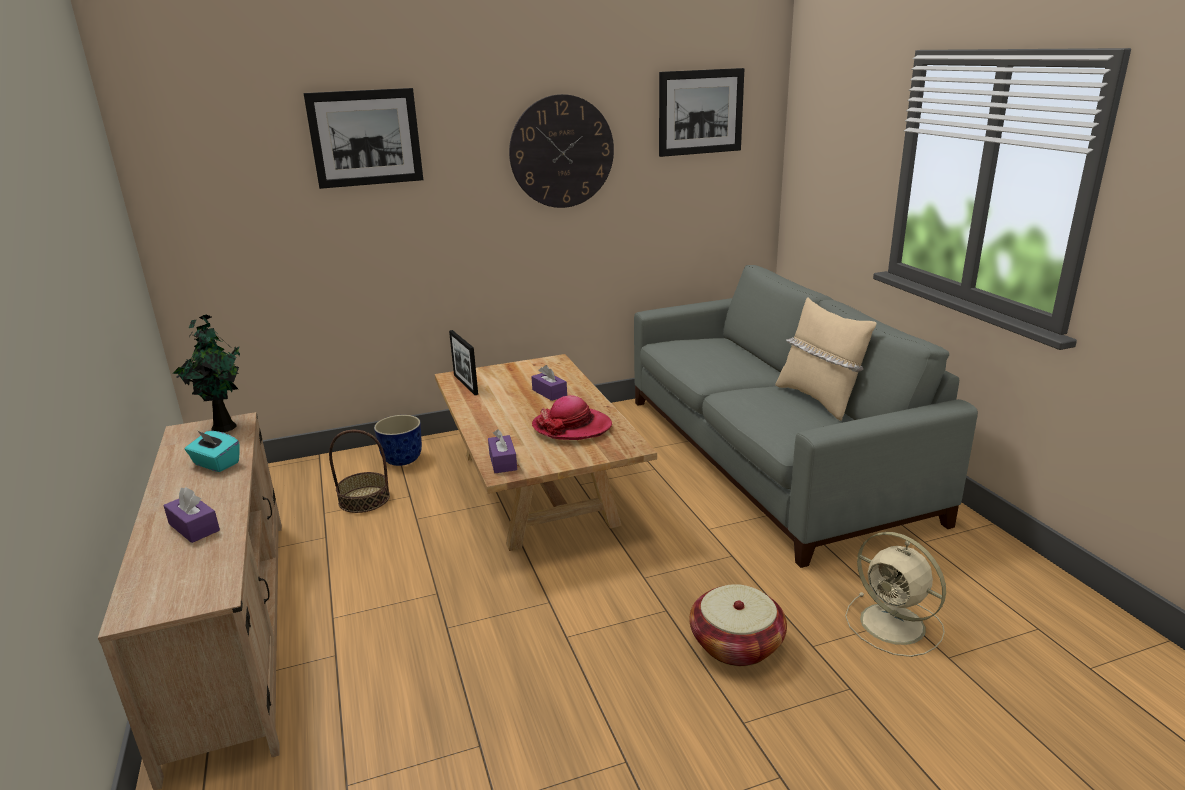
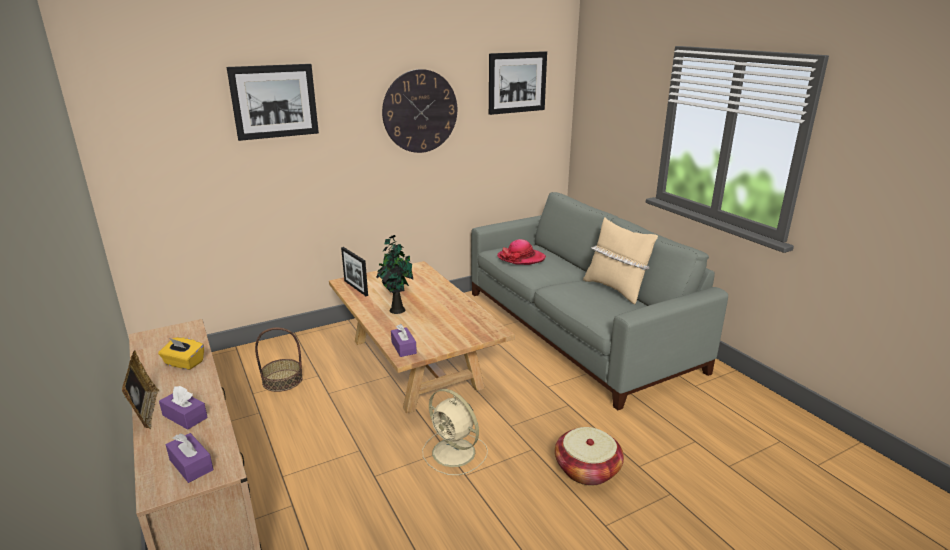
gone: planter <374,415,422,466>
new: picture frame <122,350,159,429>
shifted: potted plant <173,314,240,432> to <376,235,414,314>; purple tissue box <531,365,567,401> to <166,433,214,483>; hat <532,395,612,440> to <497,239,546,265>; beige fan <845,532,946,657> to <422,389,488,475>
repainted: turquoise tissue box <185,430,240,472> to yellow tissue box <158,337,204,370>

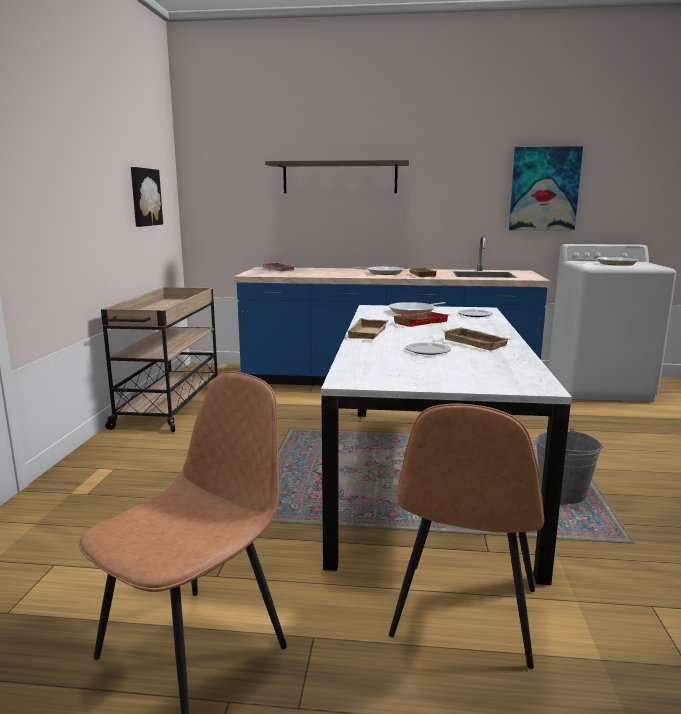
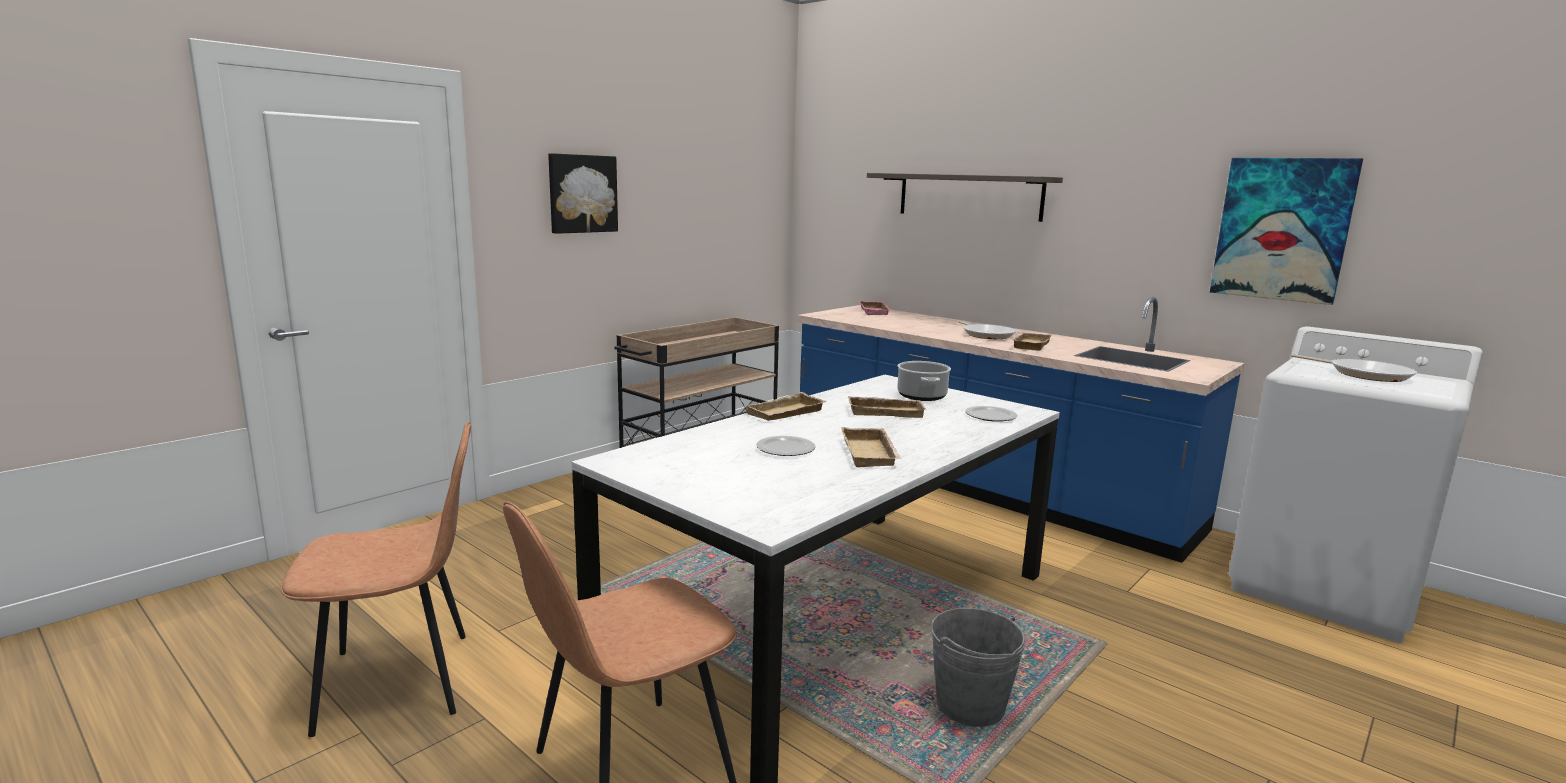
shifted: picture <131,167,163,227> to <548,153,618,234>
swapped: frying pan <389,302,445,315> to cooking pot <897,361,951,401>
repainted: red tray <393,312,448,327> to beige tray <848,396,926,418>

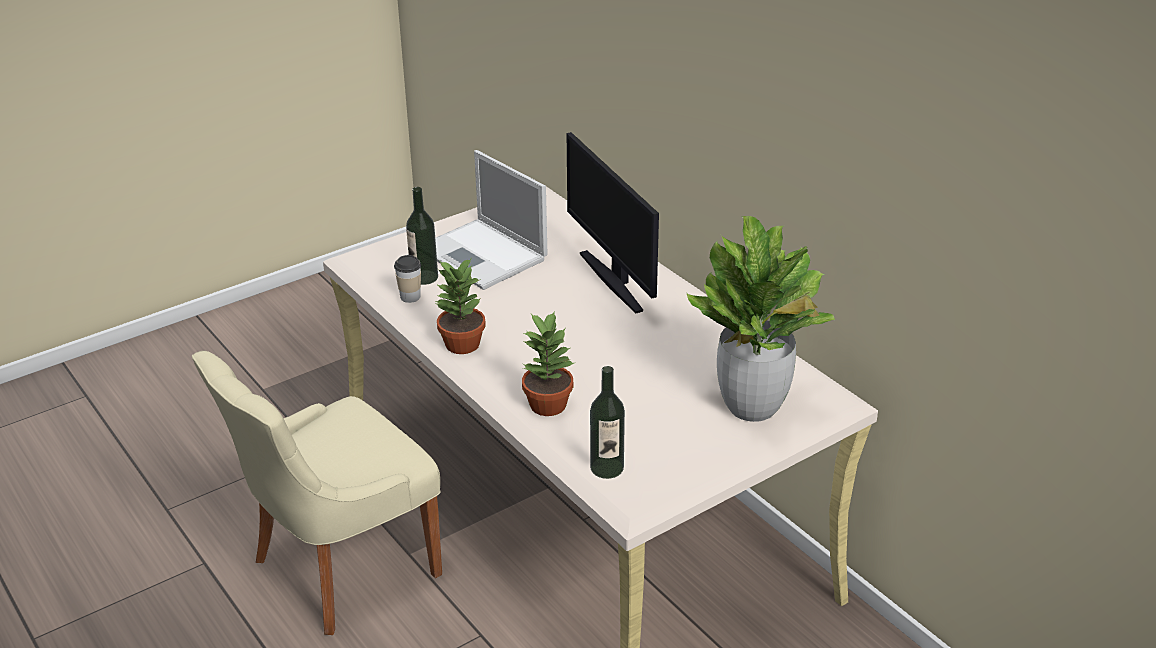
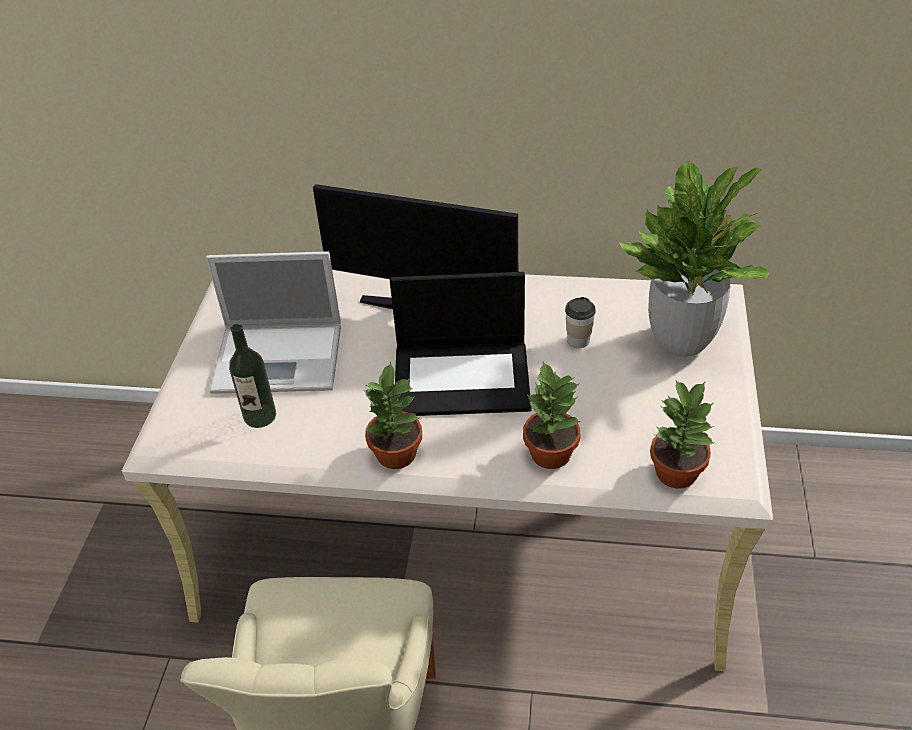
new: laptop <390,272,531,416>
shifted: cup <394,255,421,303> to <565,297,596,348>
swapped: bottle <590,366,625,479> to potted plant <650,380,714,488>

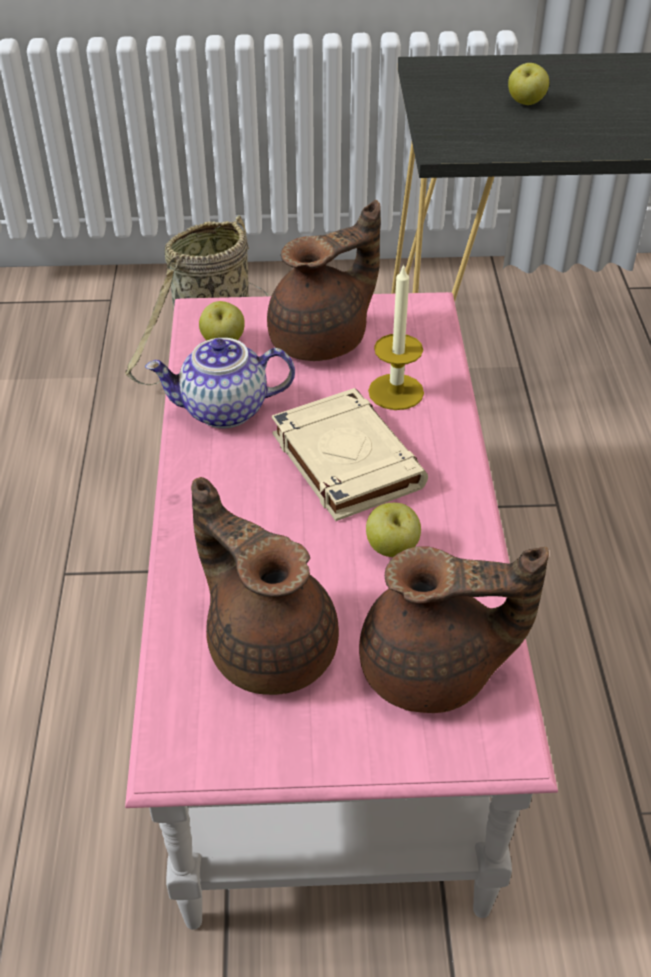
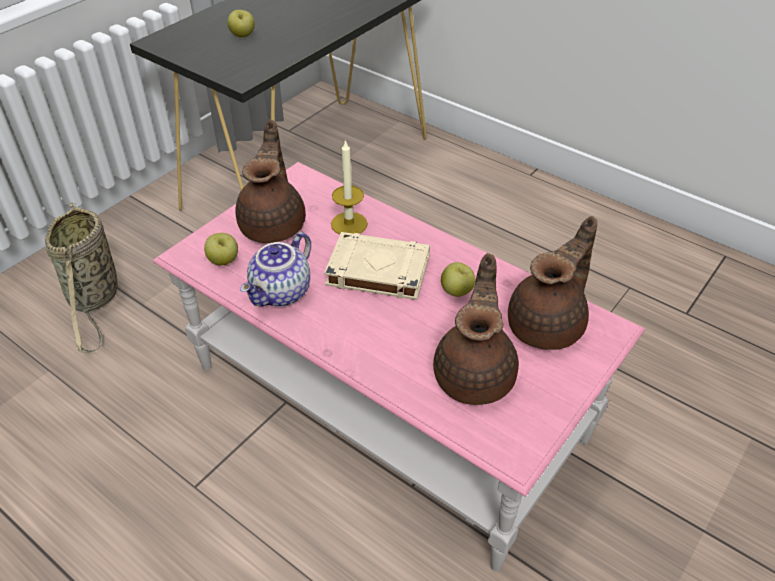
rotated: brown teapot <191,477,339,695> = <433,253,519,405> 105 degrees clockwise

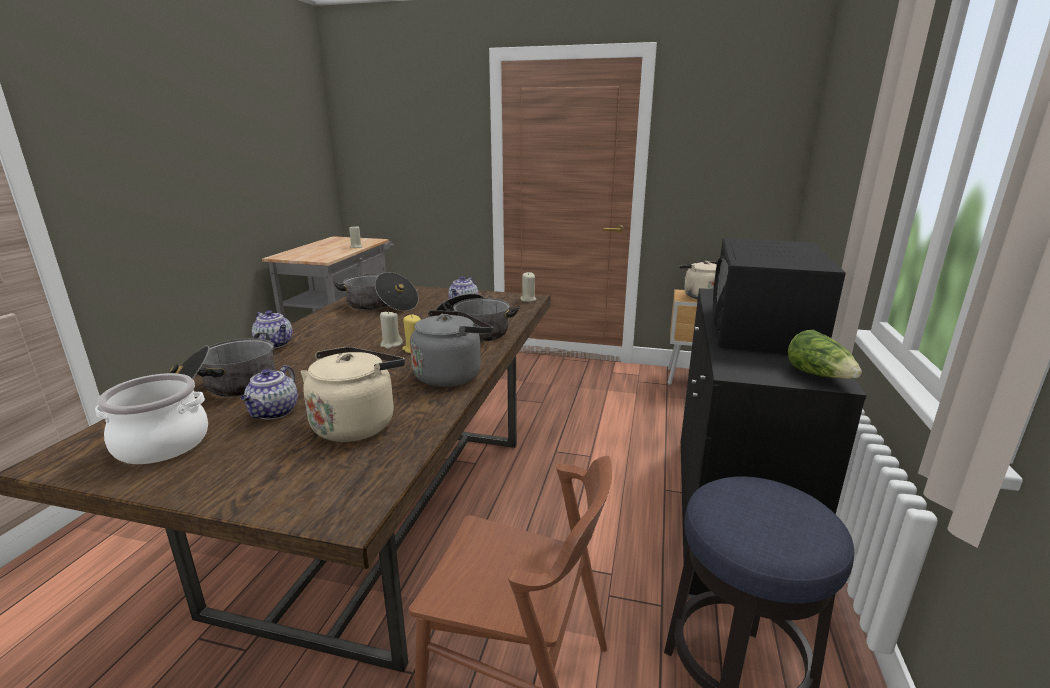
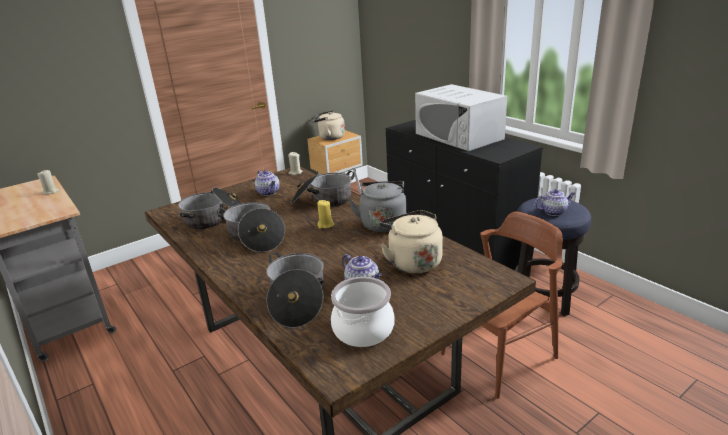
gone: beige candle <380,311,403,349>; lettuce <788,330,862,379>
new: cooking pot <217,202,285,252>
shifted: teapot <252,310,293,349> to <535,189,576,216>
repainted: black microwave <713,238,846,354> to white microwave <415,84,507,151>

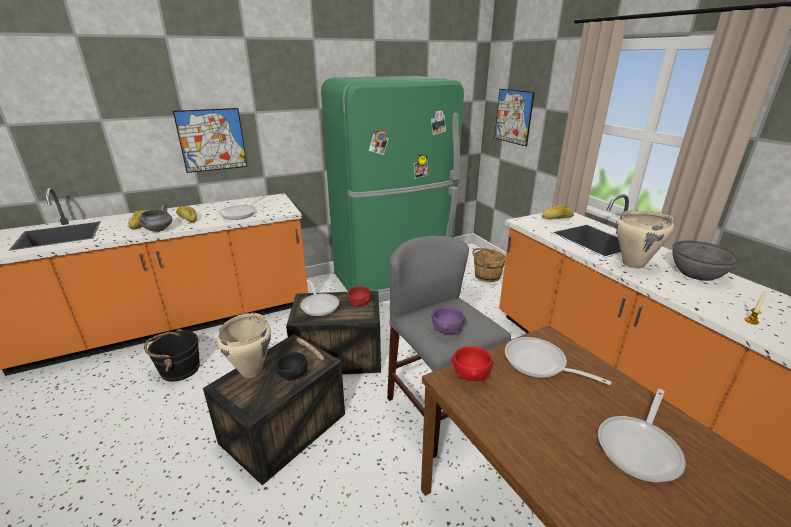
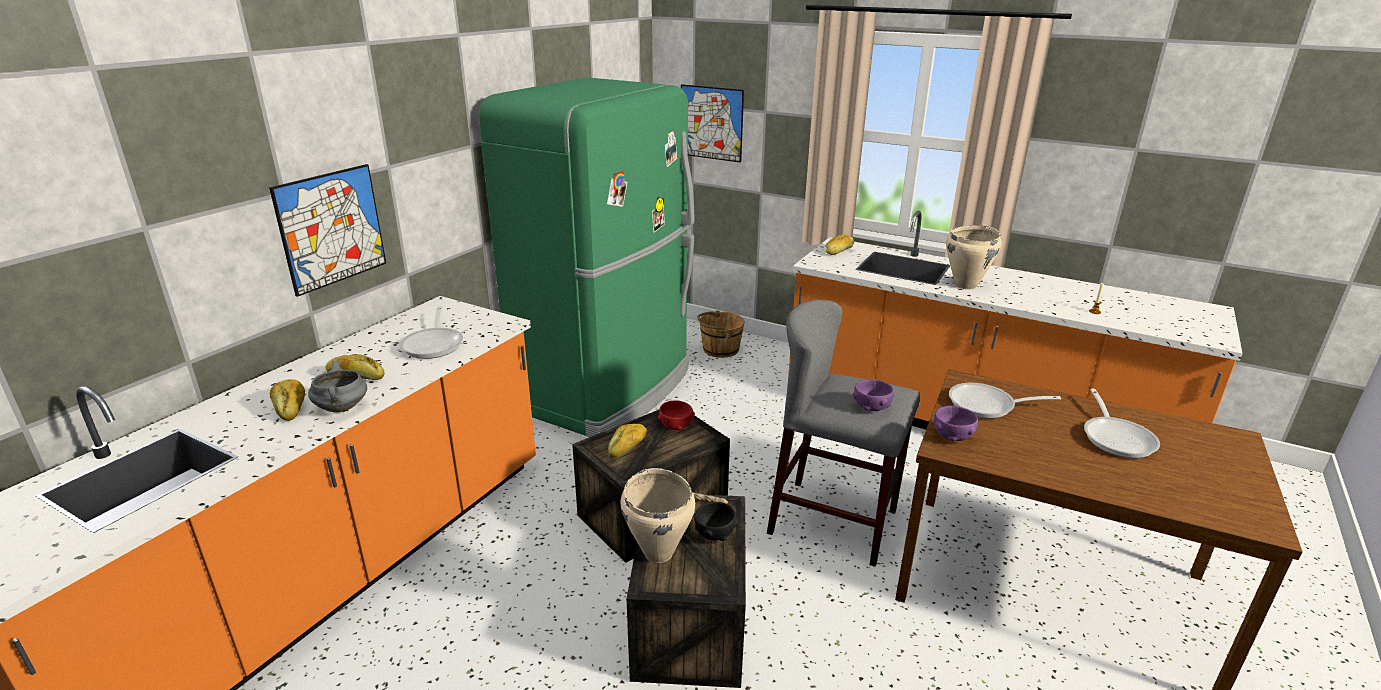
gone: grey bowl <673,241,740,281>; black bucket <144,329,200,382>
swapped: frying pan <300,280,339,316> to bread <608,424,647,458>
repainted: red bowl <451,346,493,381> to purple bowl <934,406,978,441>

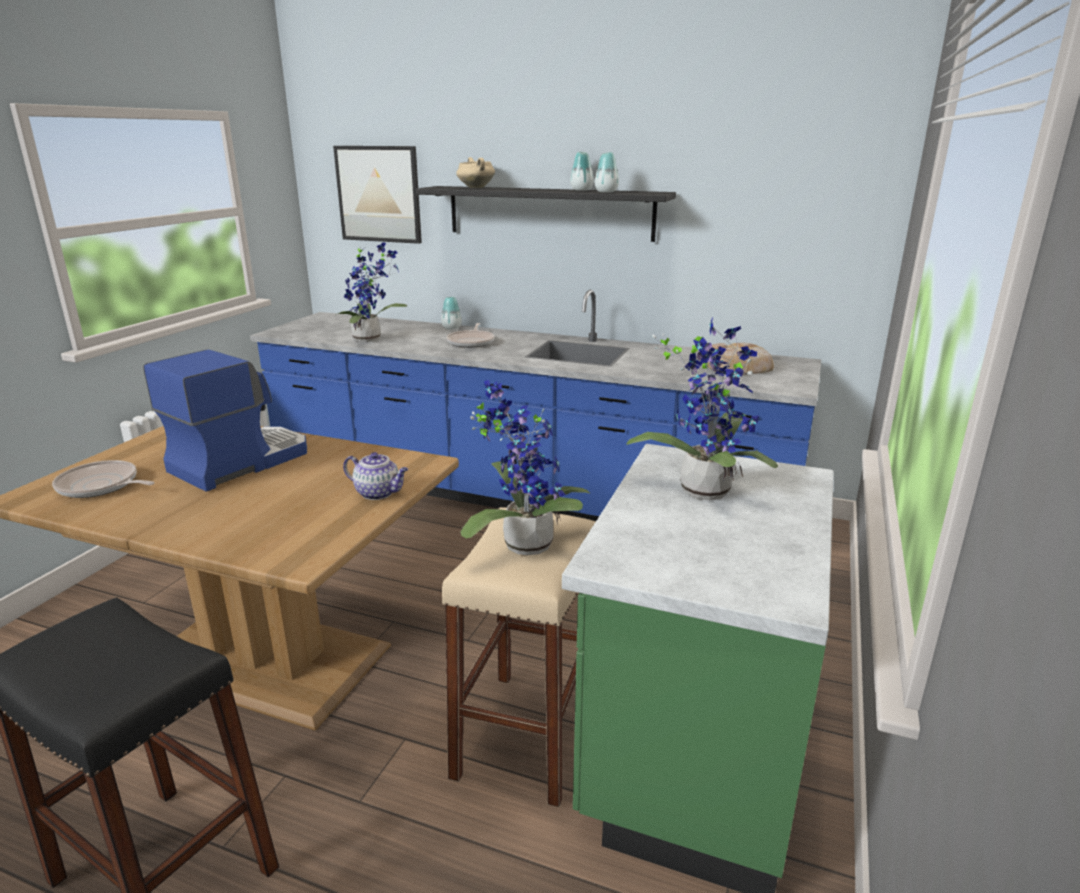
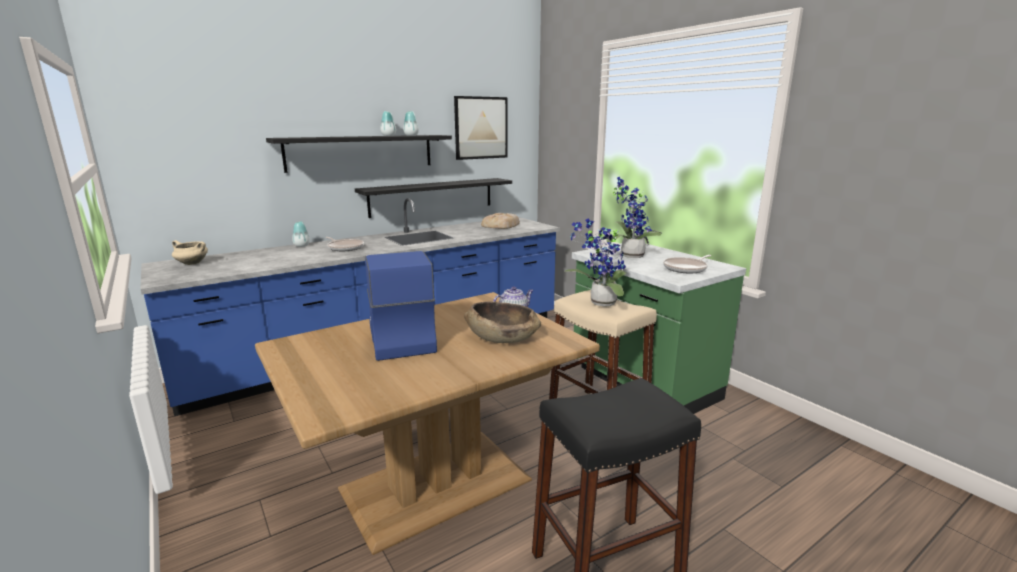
gone: potted plant <336,242,407,342>
new: black shelf <355,178,512,218>; brown bowl <464,301,541,343>
shifted: picture <333,146,422,244> to <454,96,508,160>; beige cooking pot <456,157,495,188> to <172,240,208,265>; frying pan <52,460,155,498> to <663,255,711,273>

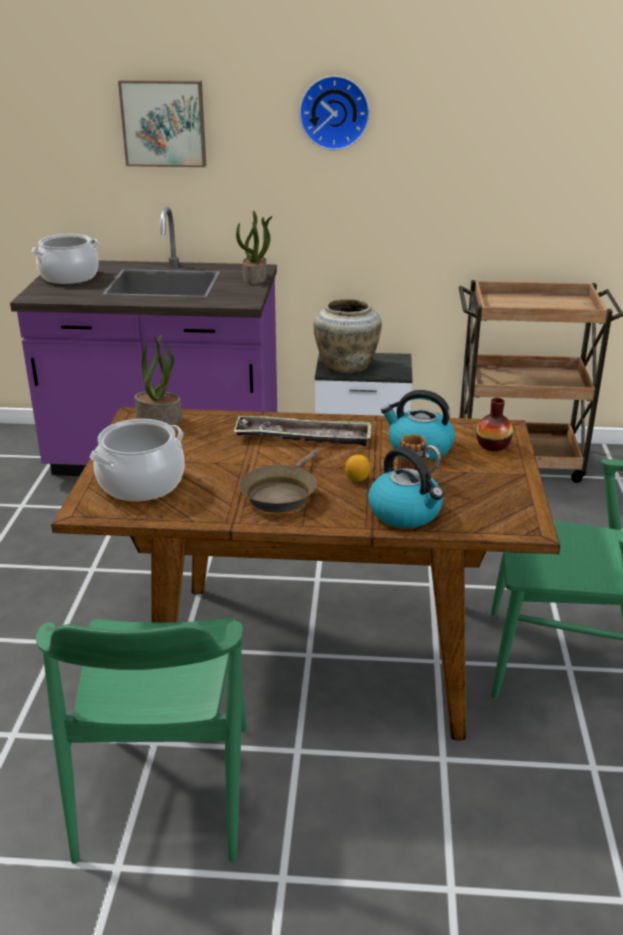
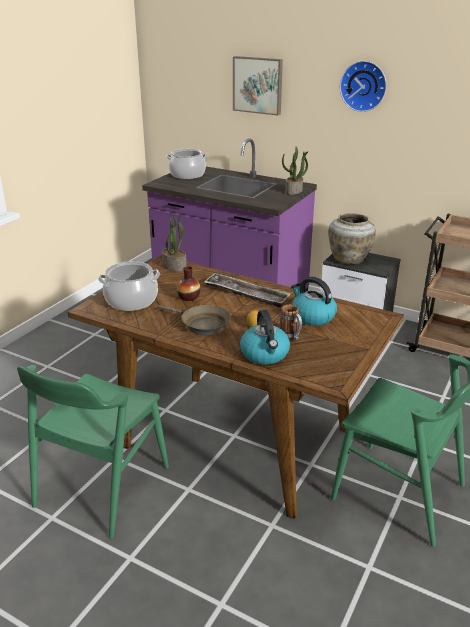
shifted: vase <476,398,513,451> to <177,266,200,301>
rotated: brown frying pan <239,449,319,513> = <157,305,231,335> 105 degrees counterclockwise

